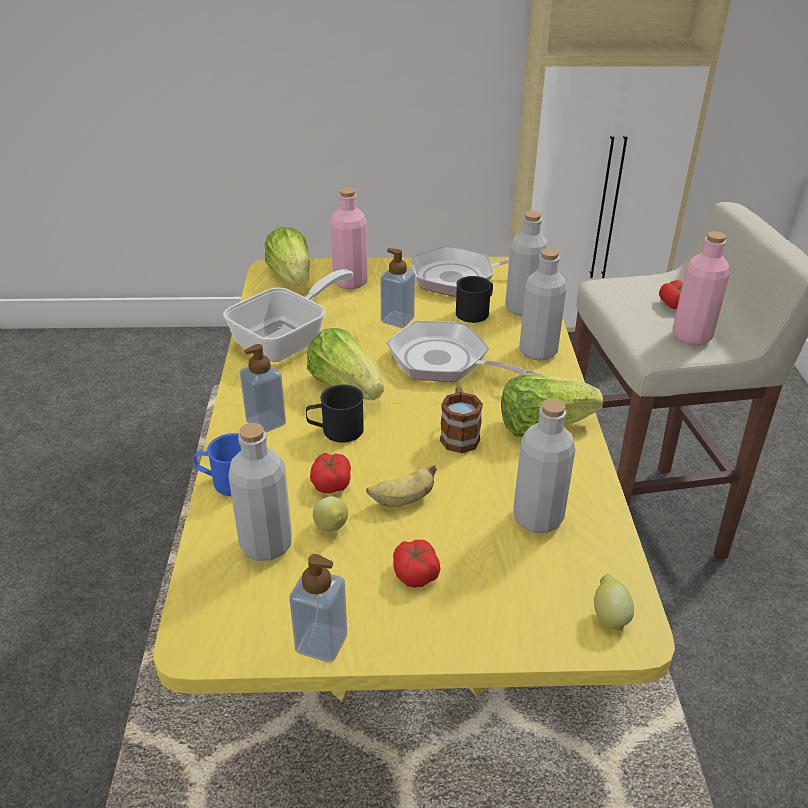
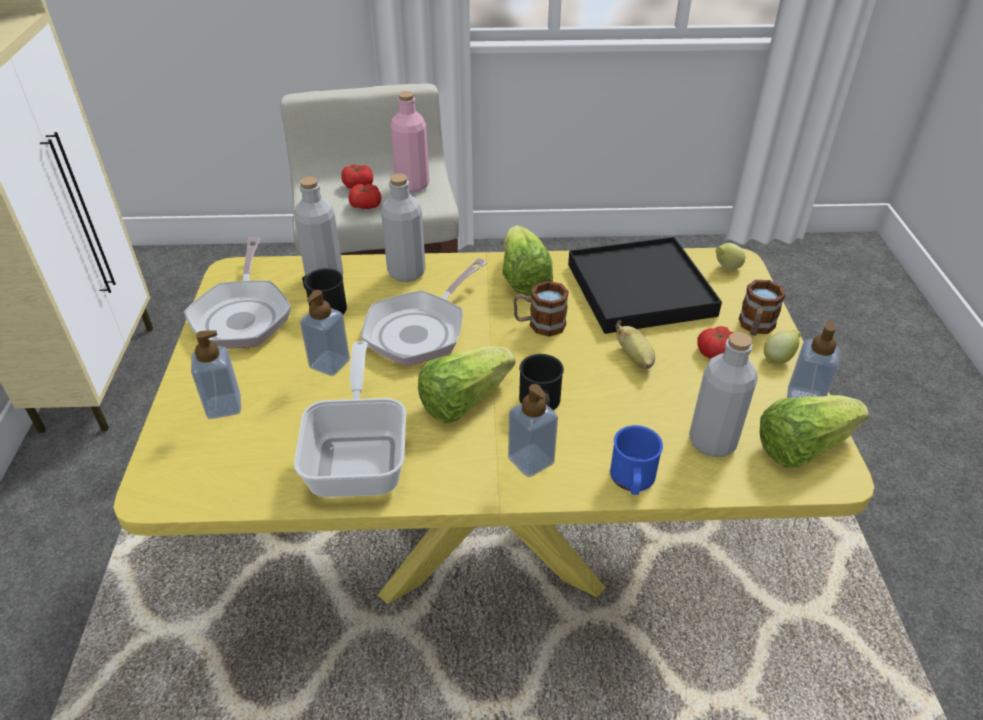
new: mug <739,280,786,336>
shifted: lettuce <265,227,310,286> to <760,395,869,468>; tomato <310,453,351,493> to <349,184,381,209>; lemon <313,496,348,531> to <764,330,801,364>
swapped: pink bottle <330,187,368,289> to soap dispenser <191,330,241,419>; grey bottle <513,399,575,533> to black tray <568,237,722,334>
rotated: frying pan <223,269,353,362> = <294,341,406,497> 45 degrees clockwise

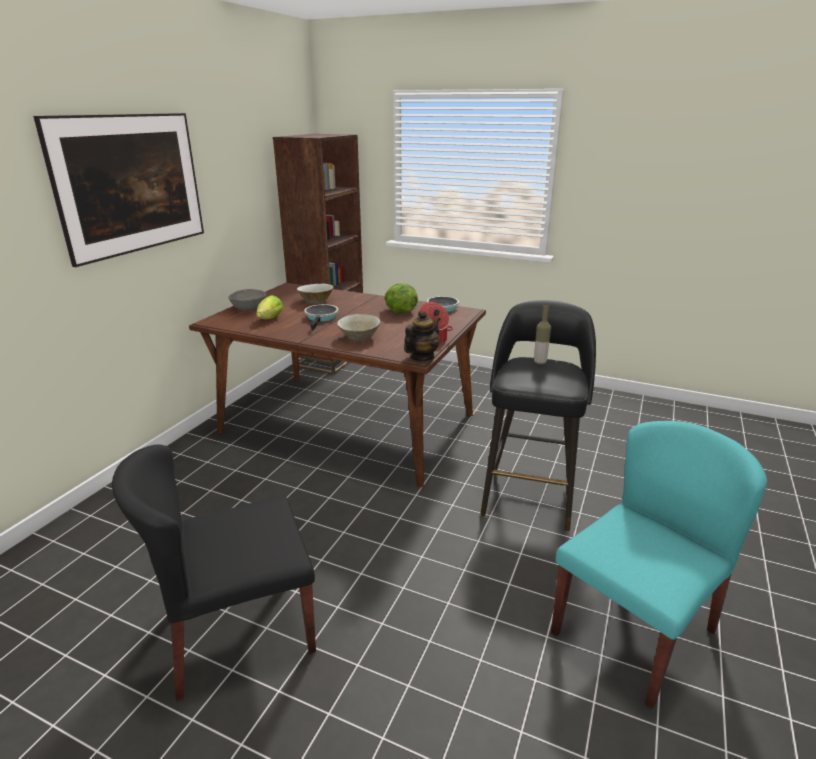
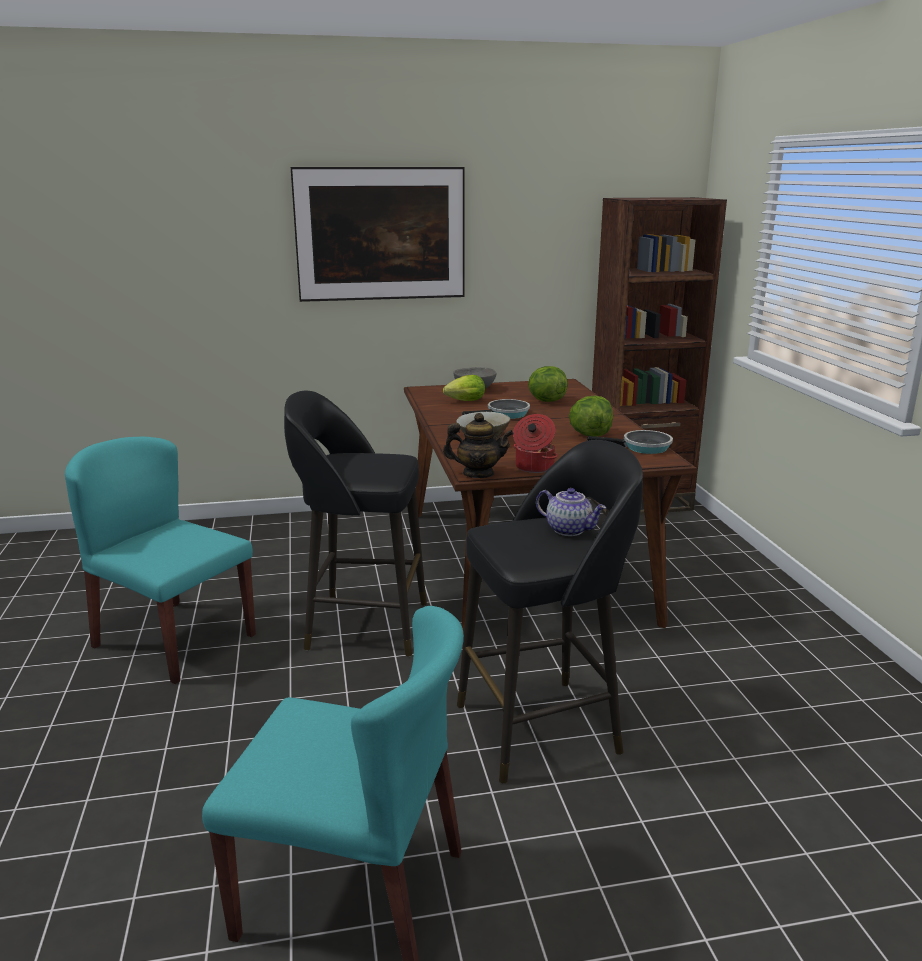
new: black stool <284,391,427,657>
swapped: beige bowl <297,284,333,304> to lettuce <528,366,568,402>; bottle <534,305,551,365> to teapot <536,488,606,536>
repainted: black chair <112,444,316,701> to turquoise chair <65,437,256,684>

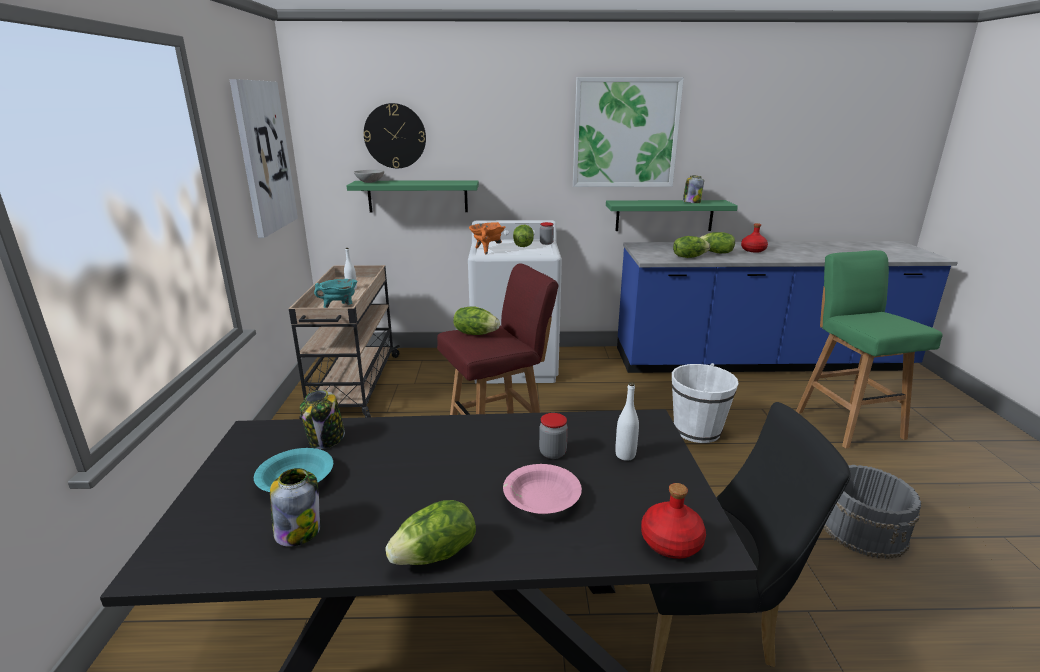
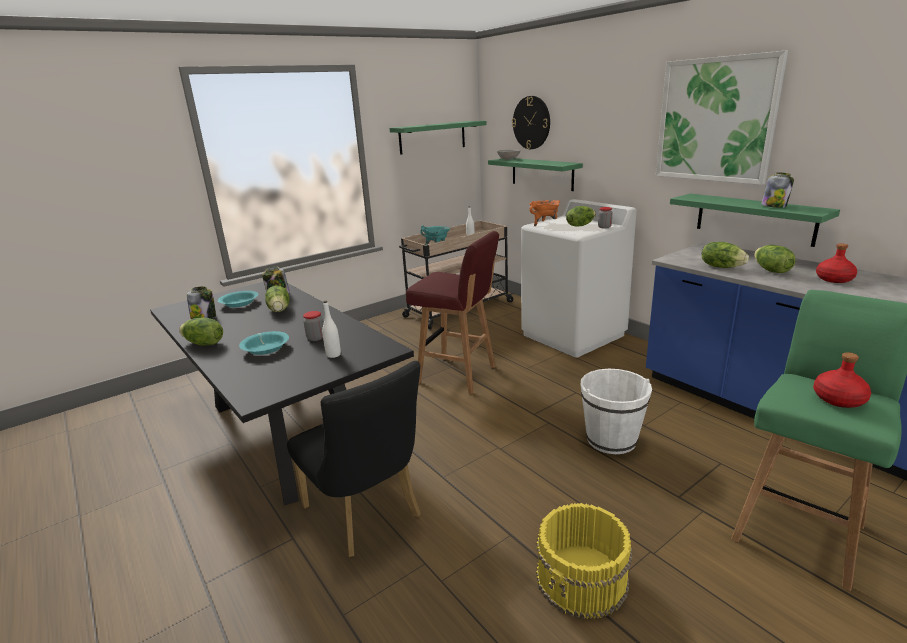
shifted: lettuce <453,306,500,335> to <265,286,290,312>; red bottle <641,483,706,559> to <813,352,871,408>
swapped: picture <229,79,298,238> to green shelf <390,121,486,155>
repainted: pink bowl <503,464,582,514> to turquoise bowl <239,331,289,355>; grey bucket <823,465,921,559> to yellow bucket <536,503,632,619>

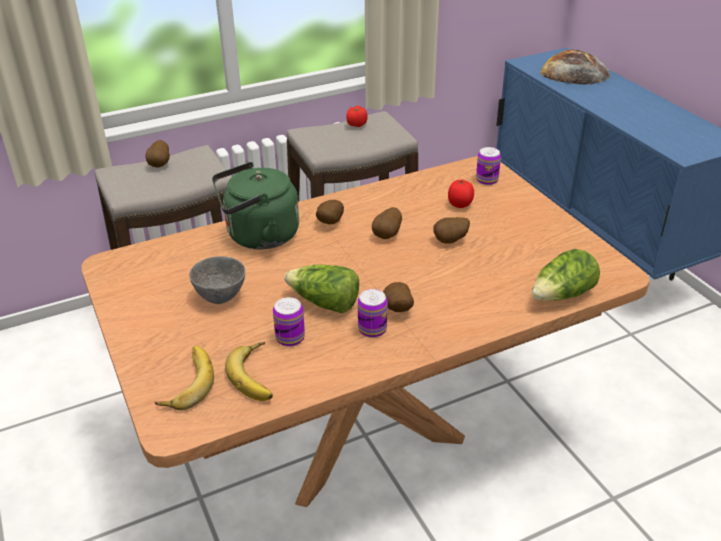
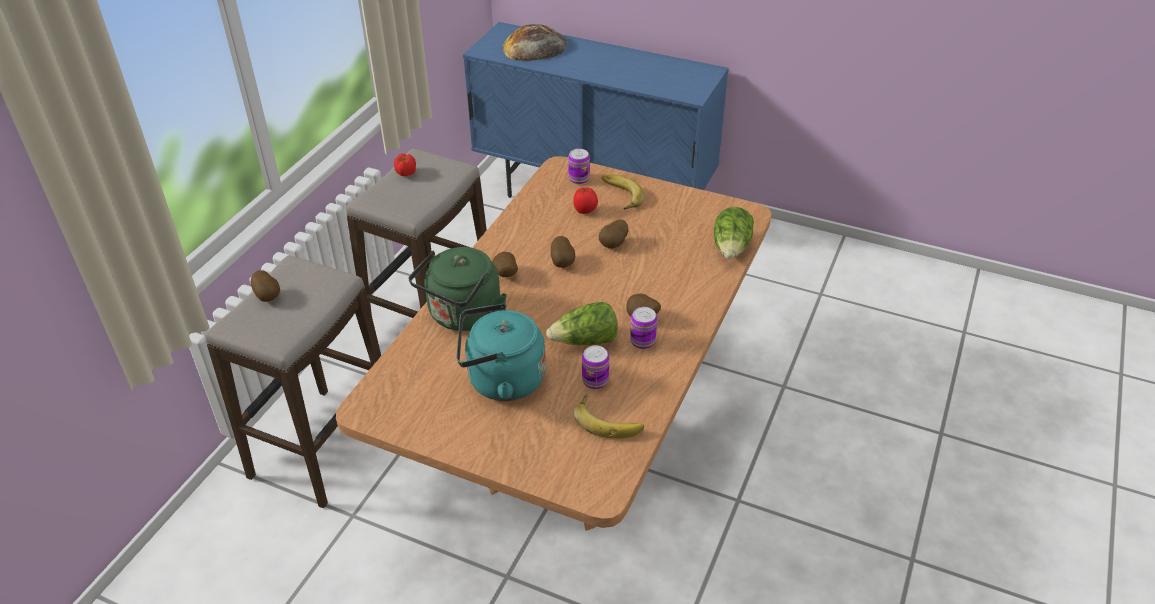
shifted: banana <155,345,214,410> to <602,175,645,210>
swapped: grey bowl <189,256,245,304> to turquoise kettle <457,303,546,401>

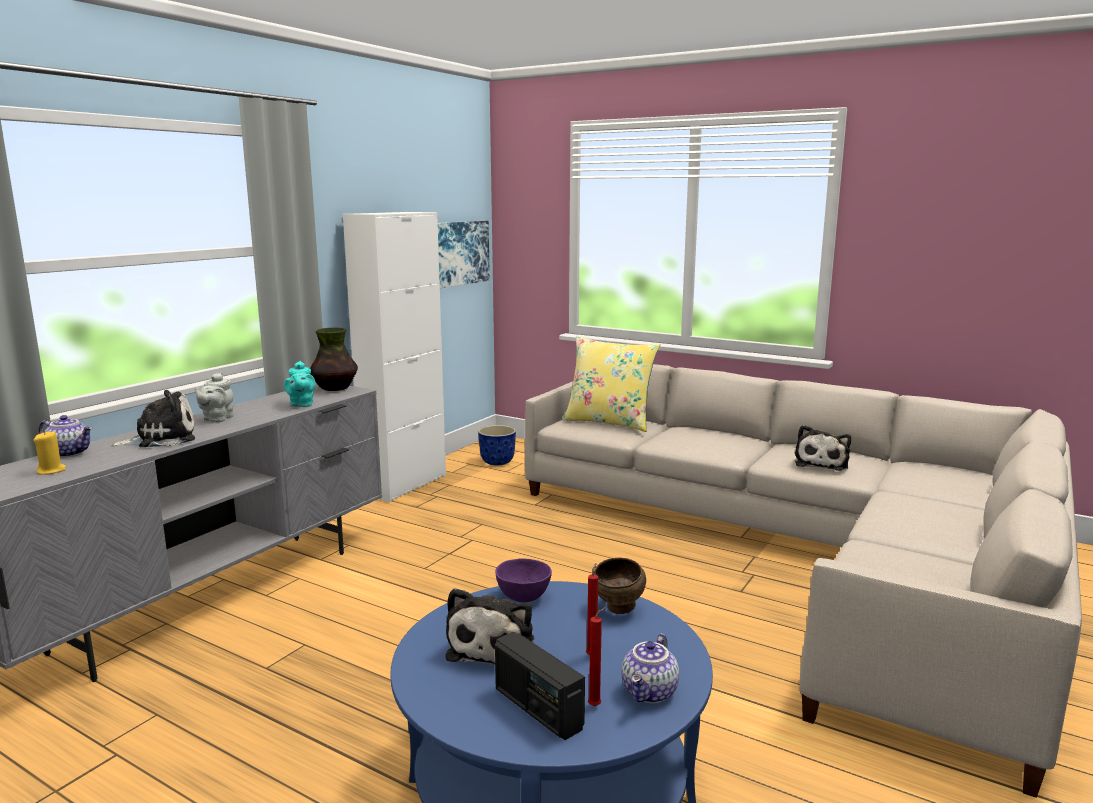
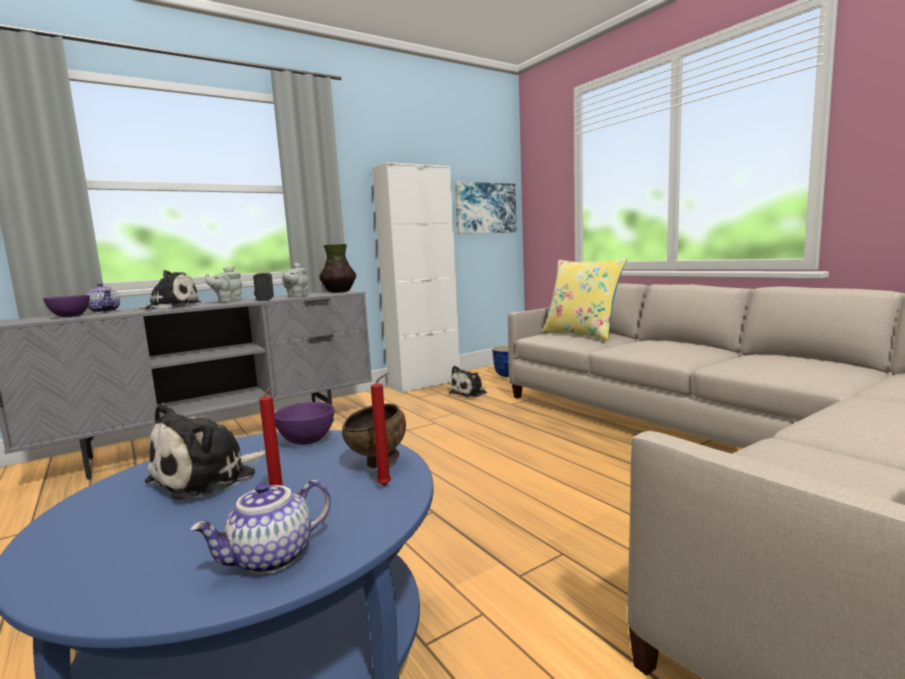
shifted: plush toy <795,425,851,470> to <449,366,487,397>; red candle <588,607,607,707> to <371,373,391,486>; radio <495,632,585,740> to <253,273,274,301>
swapped: yellow candle <33,431,66,475> to purple bowl <43,295,90,317>
repainted: turquoise teapot <284,361,315,407> to grey teapot <282,263,308,297>

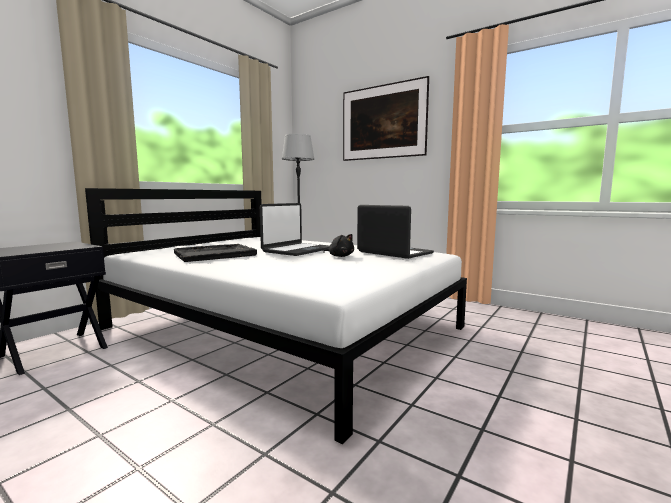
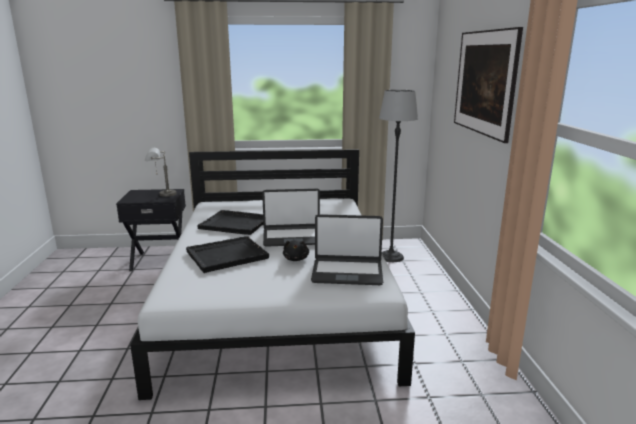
new: grey table lamp <145,148,177,197>; black tray <186,236,269,273>
rotated: laptop <357,205,434,259> = <311,214,383,285> 90 degrees clockwise

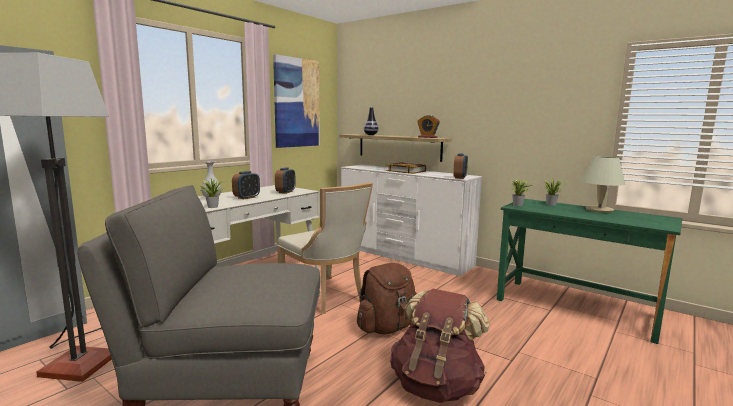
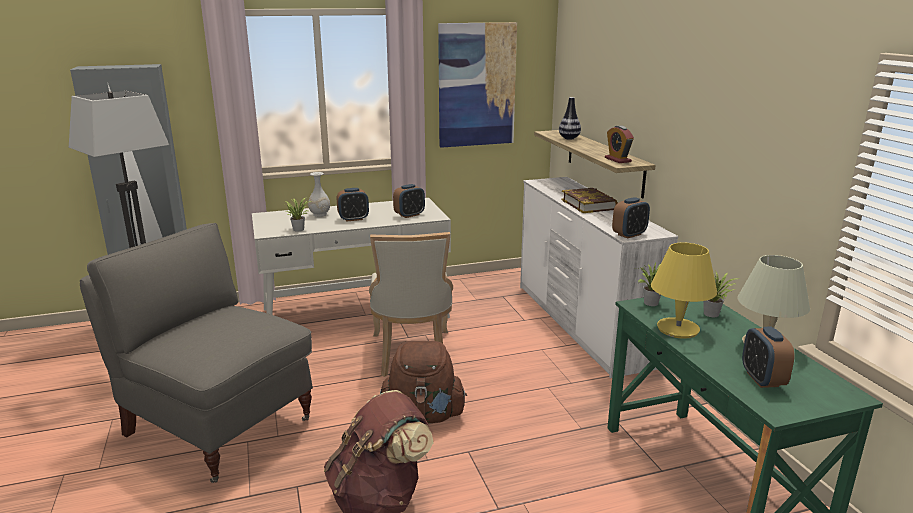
new: yellow table lamp <651,243,717,339>; alarm clock <742,327,795,388>

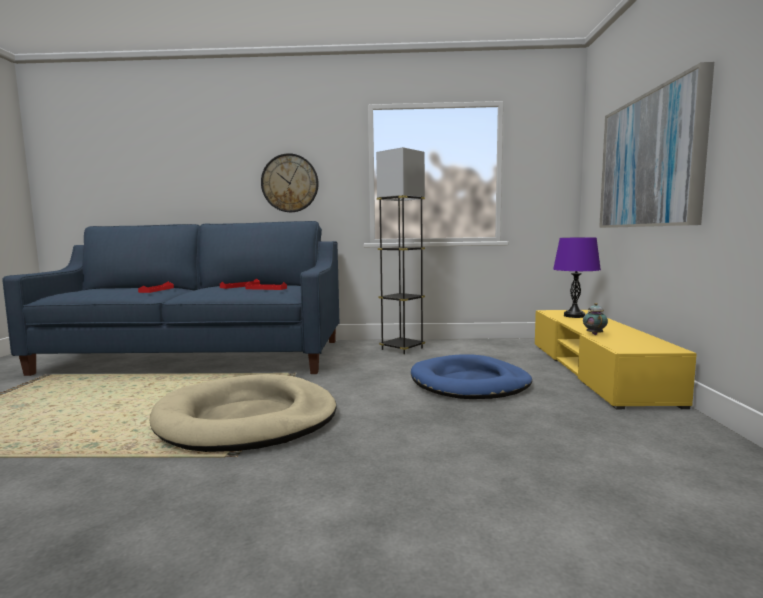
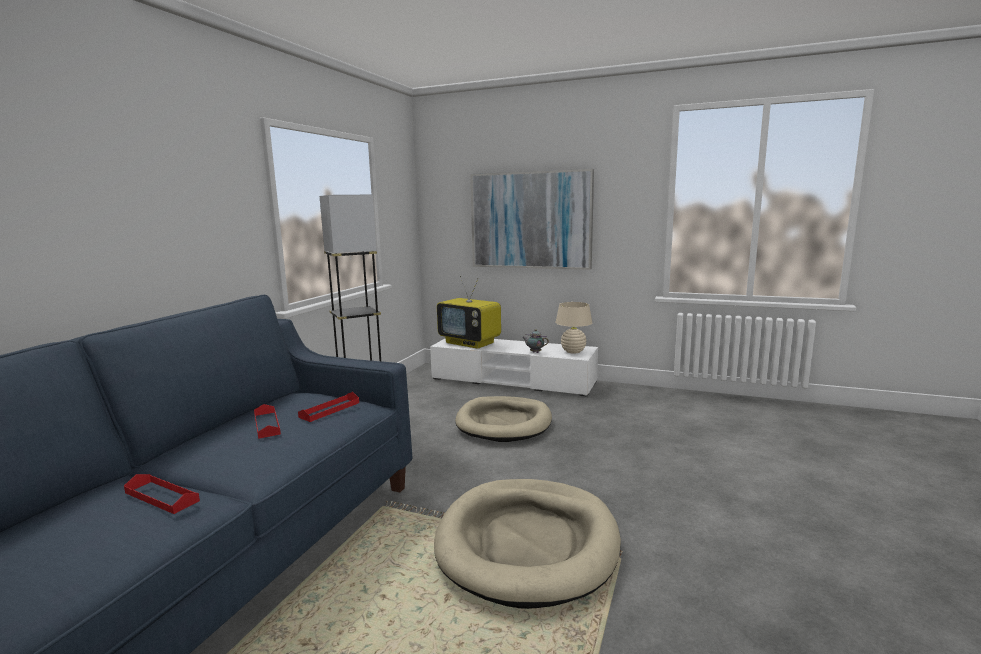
gone: wall clock <261,153,318,212>
new: beige table lamp <556,302,592,354>
swapped: purple table lamp <553,237,601,318> to television <437,276,501,349>
repainted: yellow tv stand <535,310,697,409> to white tv stand <430,338,598,397>; blue dog bed <411,354,532,399> to beige dog bed <455,396,552,442>

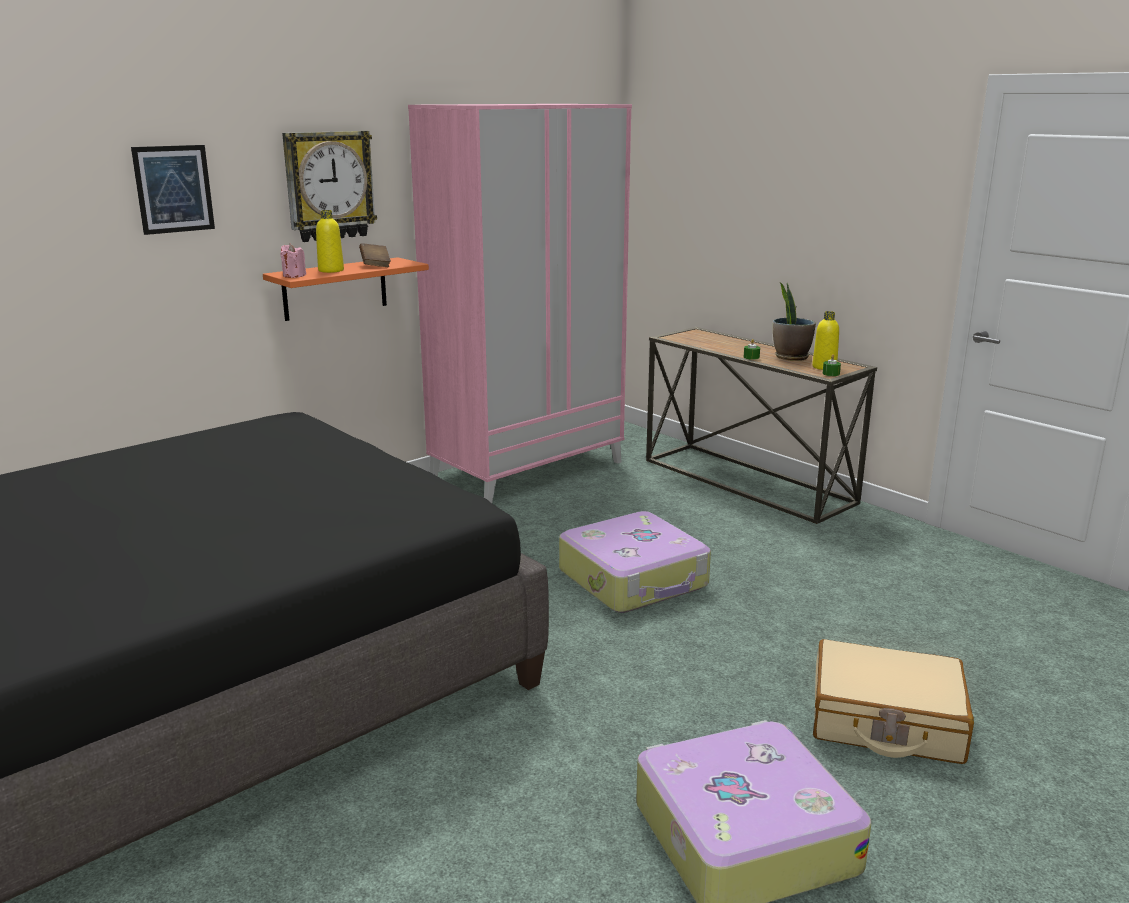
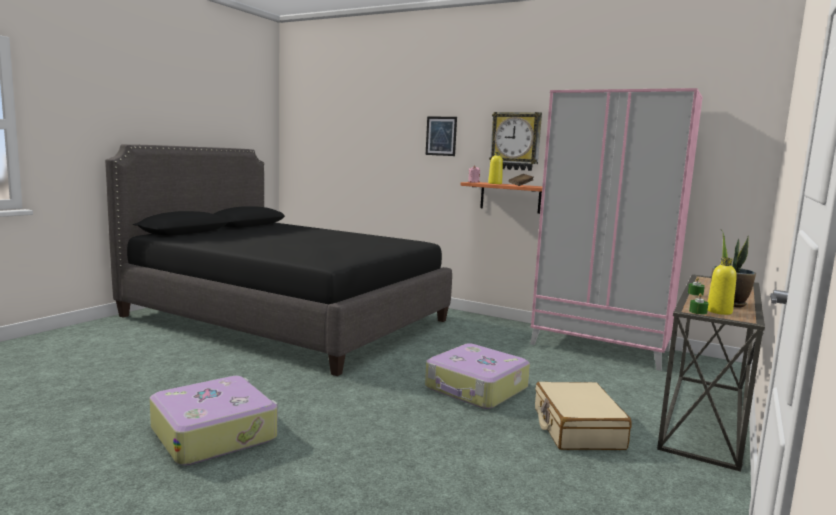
shifted: beige suitcase <813,639,974,764> to <535,382,632,450>

